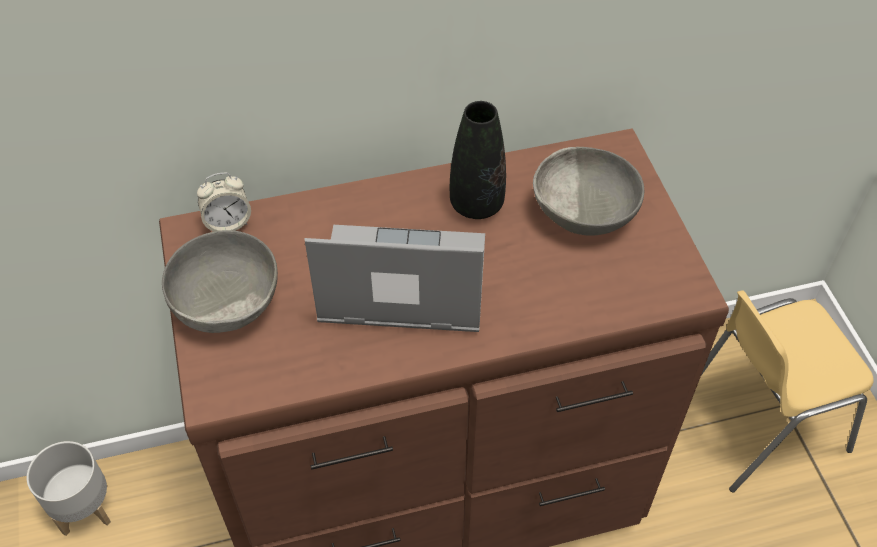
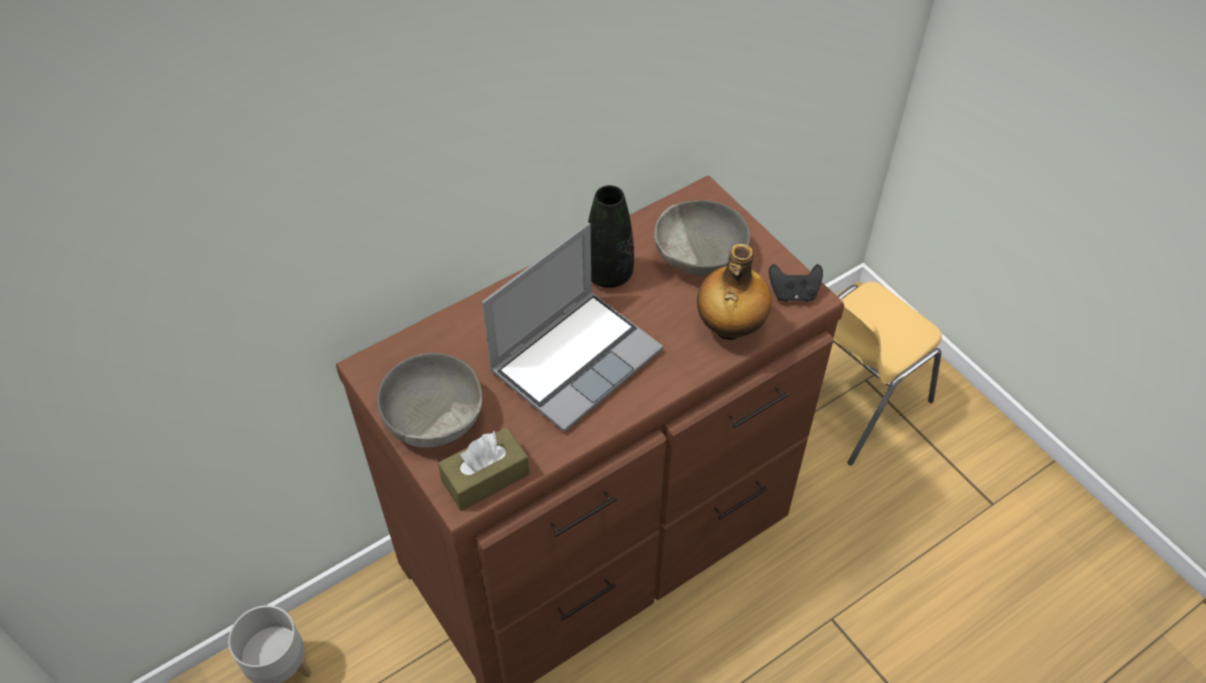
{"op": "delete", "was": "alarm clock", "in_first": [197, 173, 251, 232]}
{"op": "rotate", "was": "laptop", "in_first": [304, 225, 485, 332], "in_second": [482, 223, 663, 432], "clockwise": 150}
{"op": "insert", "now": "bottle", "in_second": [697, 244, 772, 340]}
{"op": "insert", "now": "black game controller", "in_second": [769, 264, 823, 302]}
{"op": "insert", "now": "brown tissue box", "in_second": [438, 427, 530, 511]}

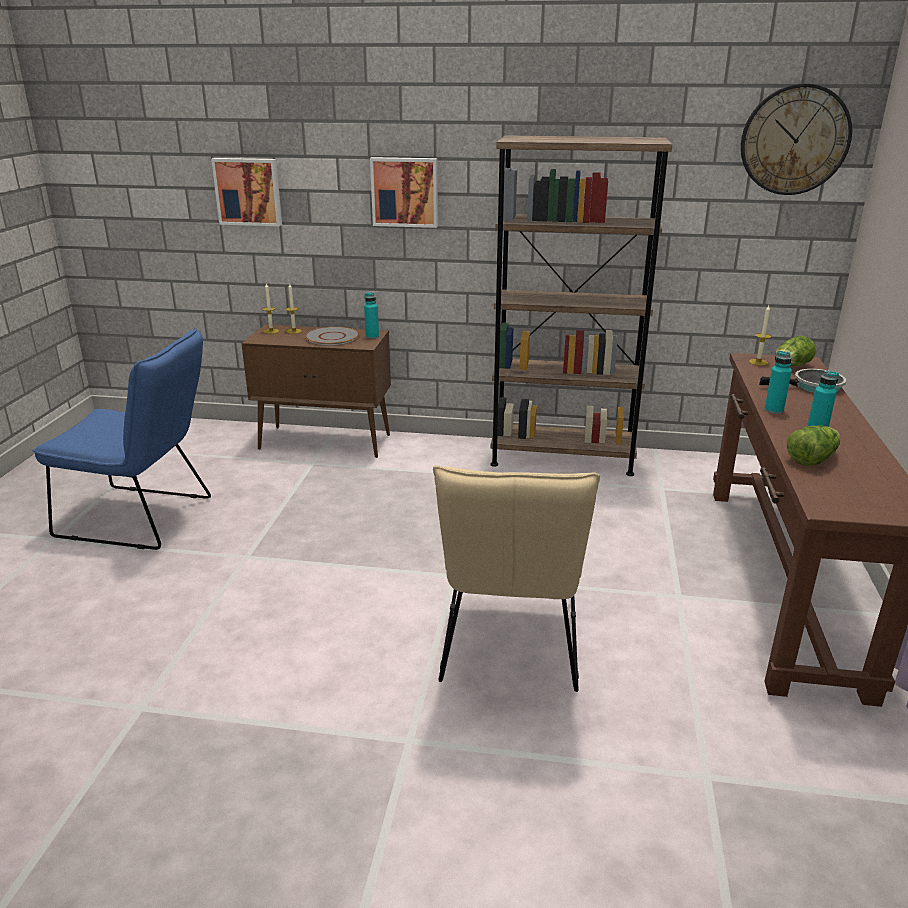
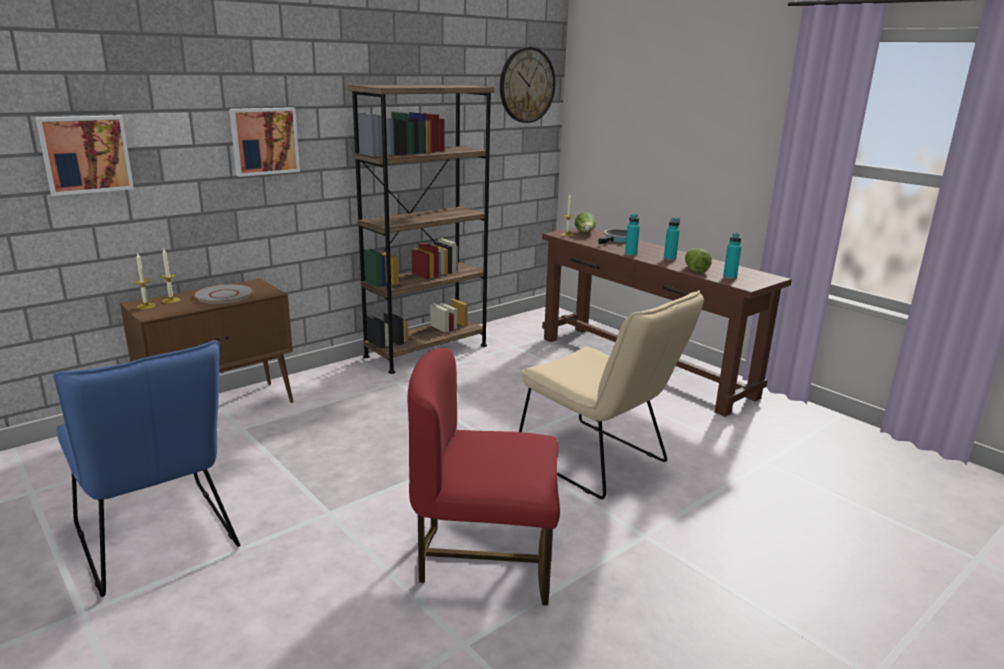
{"op": "move", "was": "turquoise bottle", "in_first": [364, 292, 379, 339], "in_second": [723, 233, 741, 279]}
{"op": "rotate", "was": "blue chair", "in_first": [32, 328, 211, 550], "in_second": [53, 340, 240, 597], "clockwise": 90}
{"op": "insert", "now": "red chair", "in_second": [408, 348, 560, 605]}

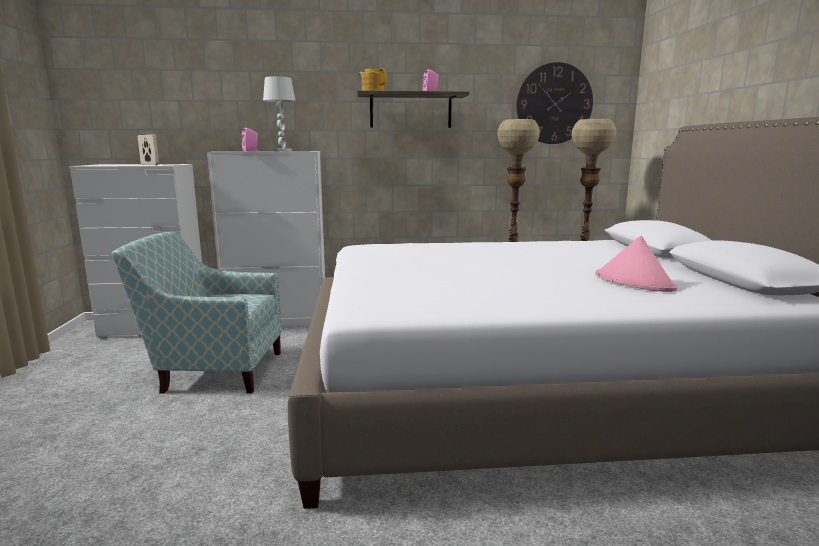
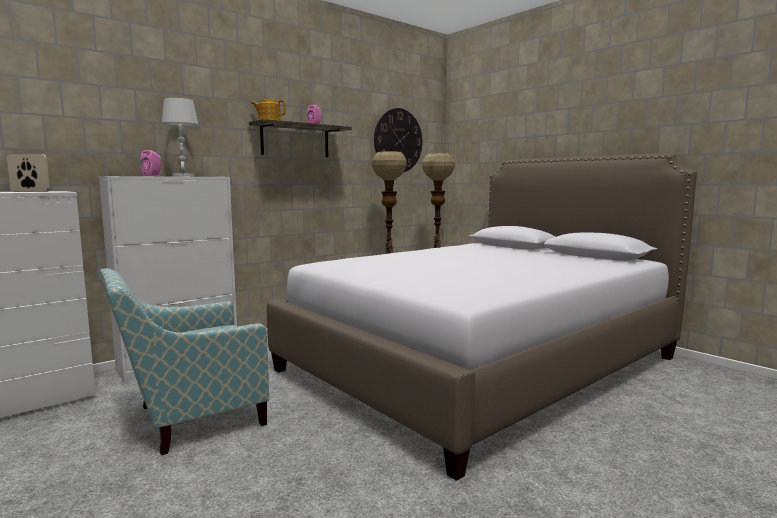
{"op": "delete", "was": "pink hat", "in_first": [595, 236, 678, 292]}

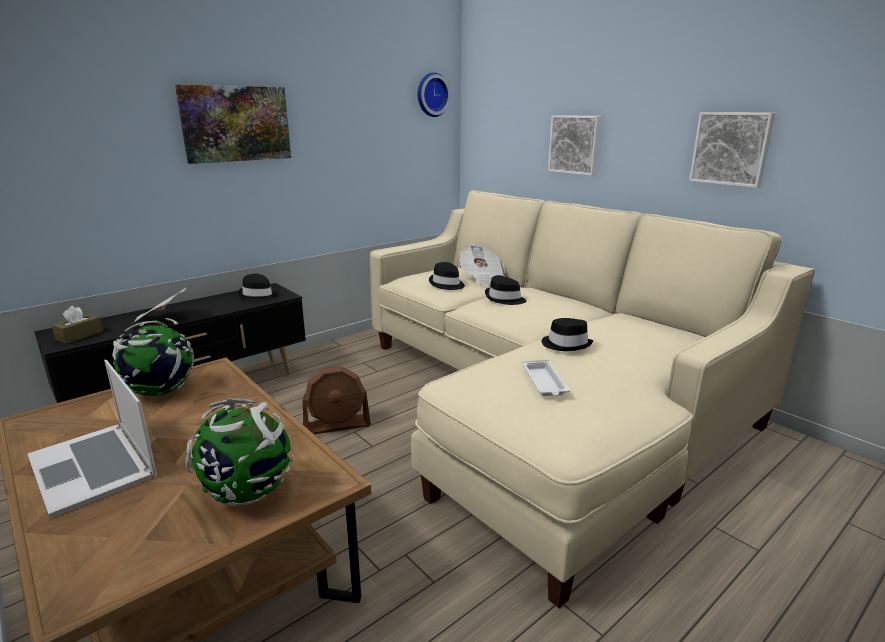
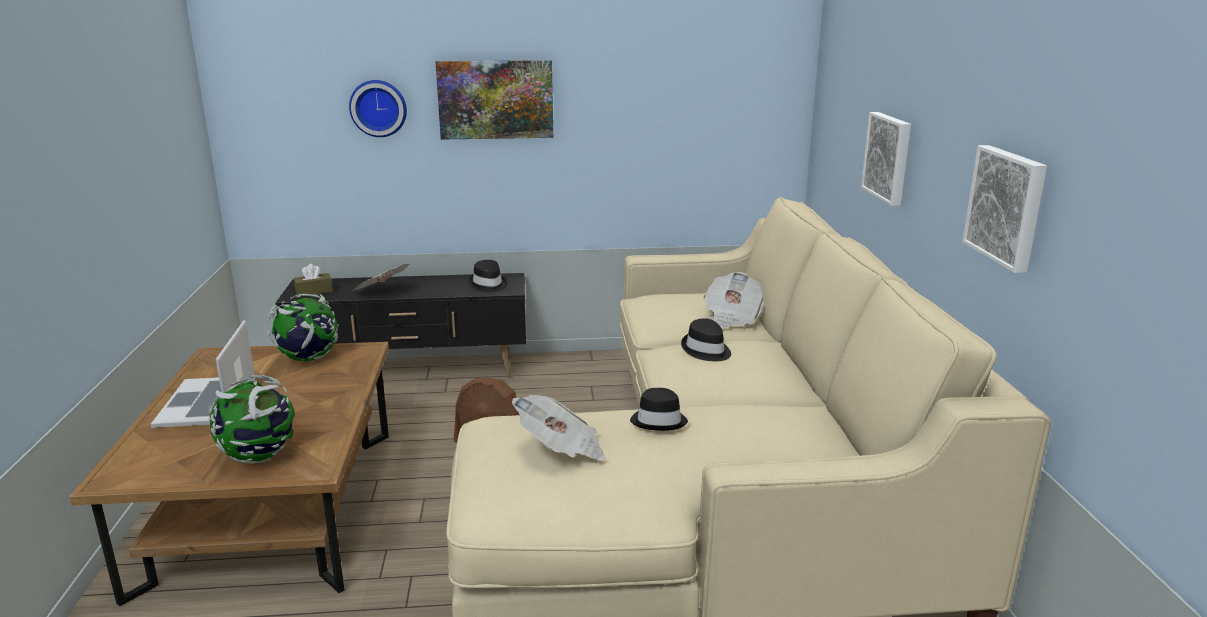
{"op": "move", "was": "wall clock", "in_first": [418, 72, 451, 117], "in_second": [349, 80, 407, 137]}
{"op": "delete", "was": "black hat", "in_first": [429, 262, 465, 290]}
{"op": "replace", "was": "white tray", "now": "newspaper", "in_first": [522, 359, 570, 396], "in_second": [512, 395, 606, 461]}

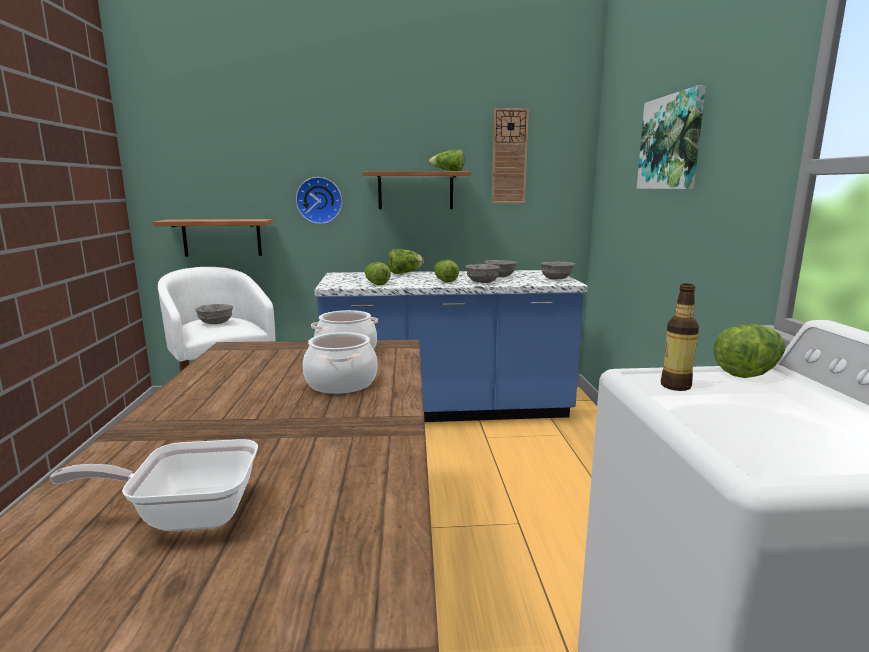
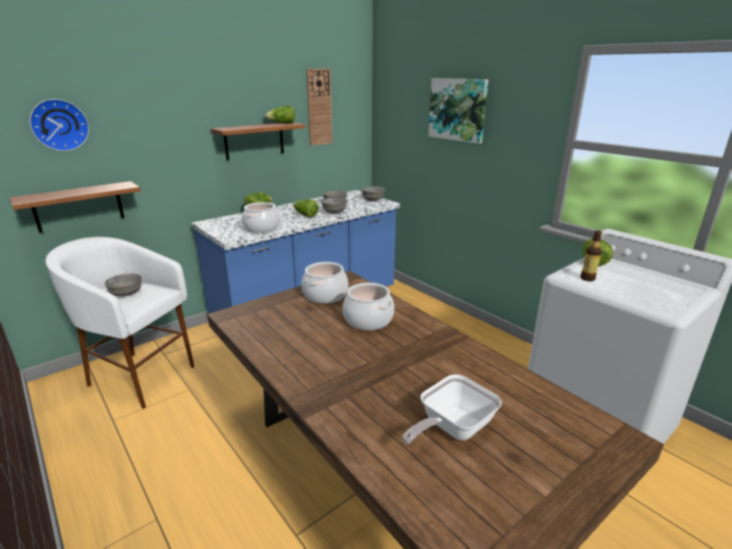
{"op": "move", "was": "wall clock", "in_first": [296, 177, 342, 224], "in_second": [29, 99, 89, 151]}
{"op": "replace", "was": "lettuce", "now": "cooking pot", "in_first": [365, 262, 391, 286], "in_second": [242, 202, 280, 233]}

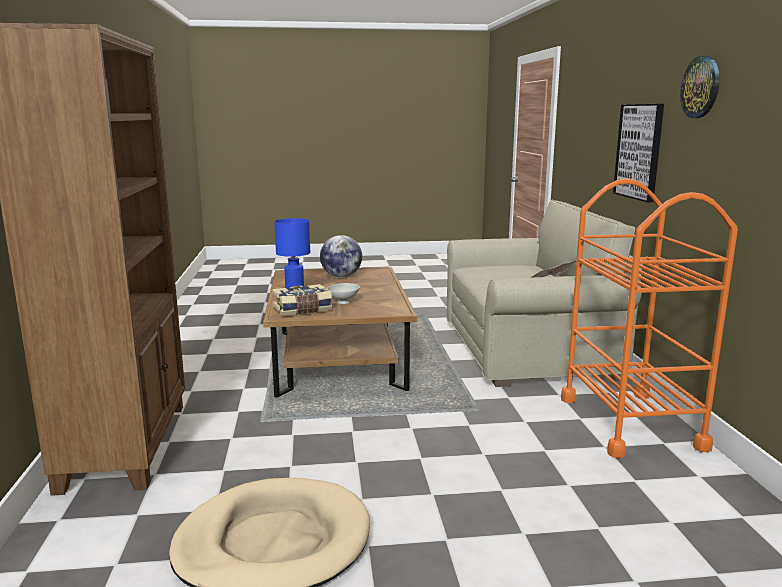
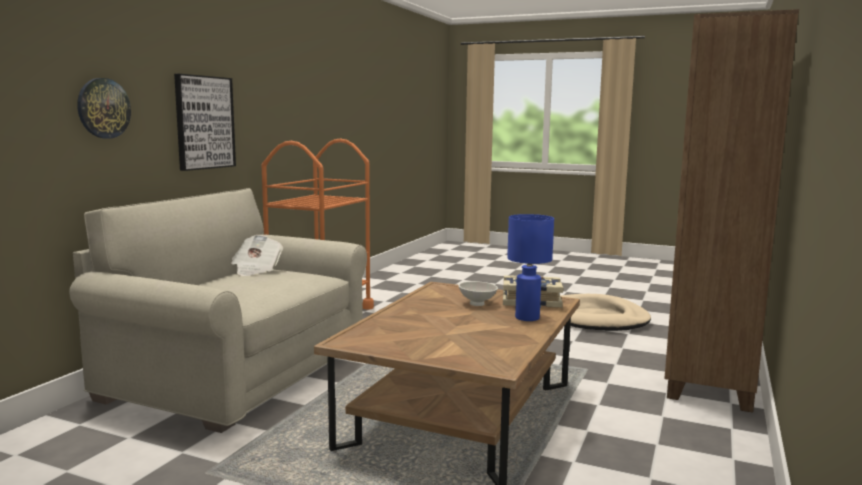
{"op": "move", "was": "wall clock", "in_first": [680, 56, 720, 118], "in_second": [77, 78, 131, 139]}
{"op": "delete", "was": "globe", "in_first": [320, 235, 362, 278]}

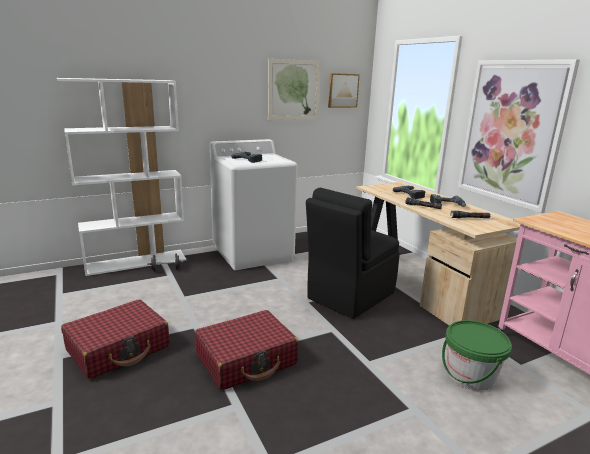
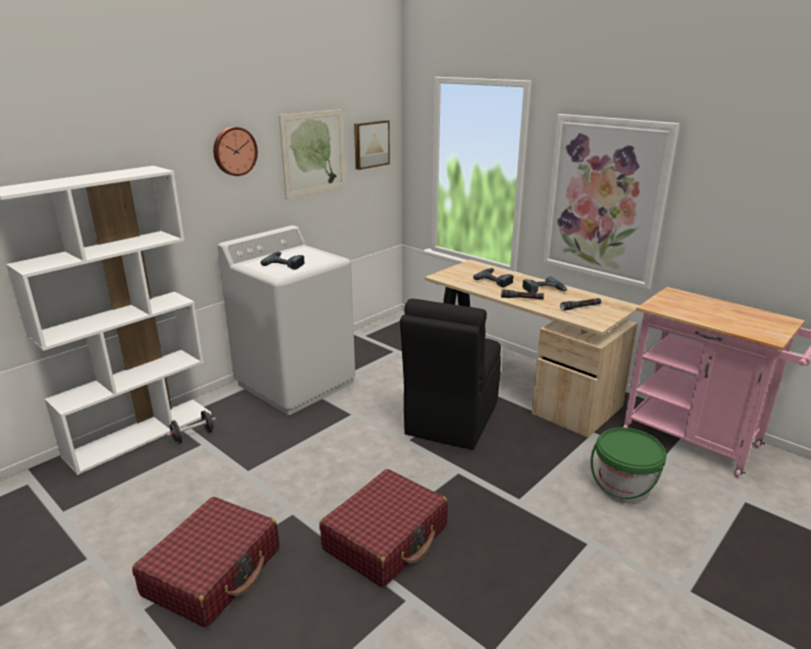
{"op": "insert", "now": "wall clock", "in_second": [213, 127, 258, 176]}

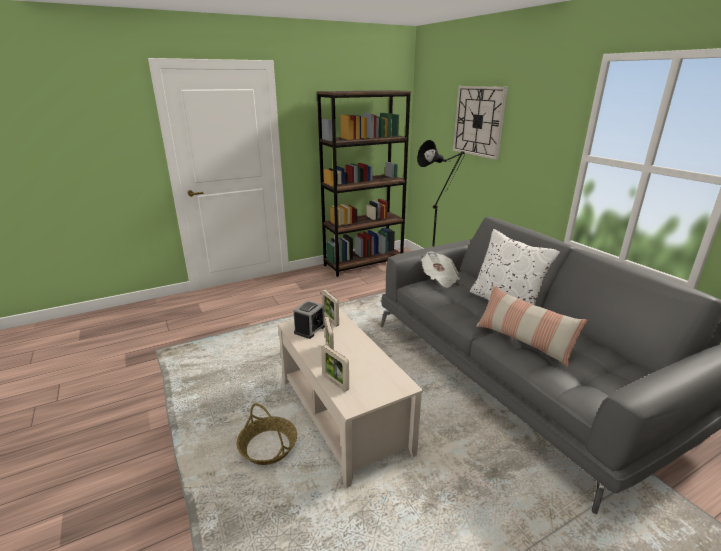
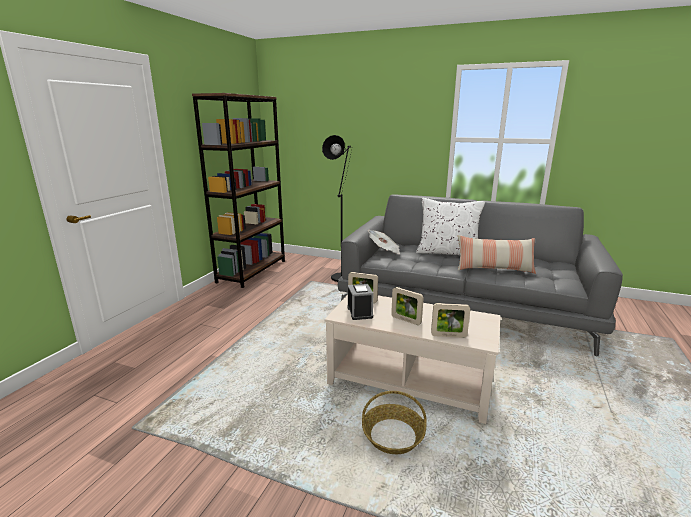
{"op": "delete", "was": "wall clock", "in_first": [453, 86, 508, 160]}

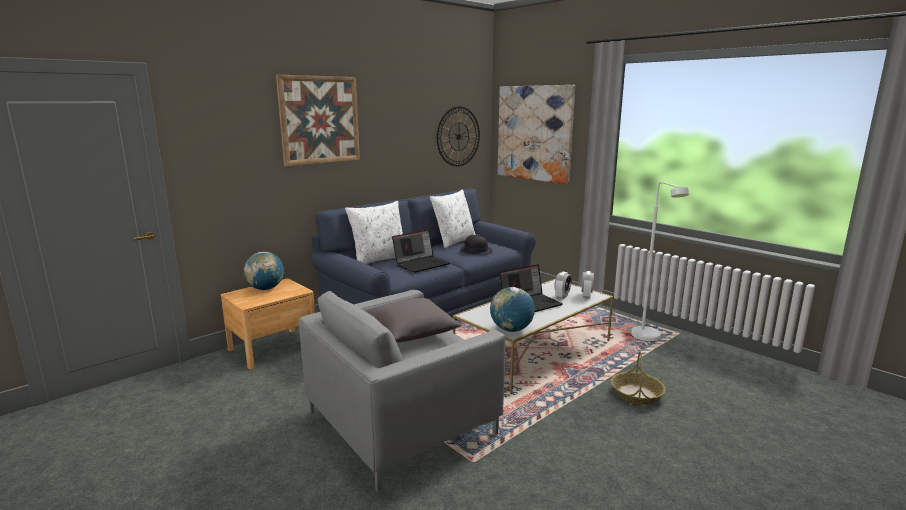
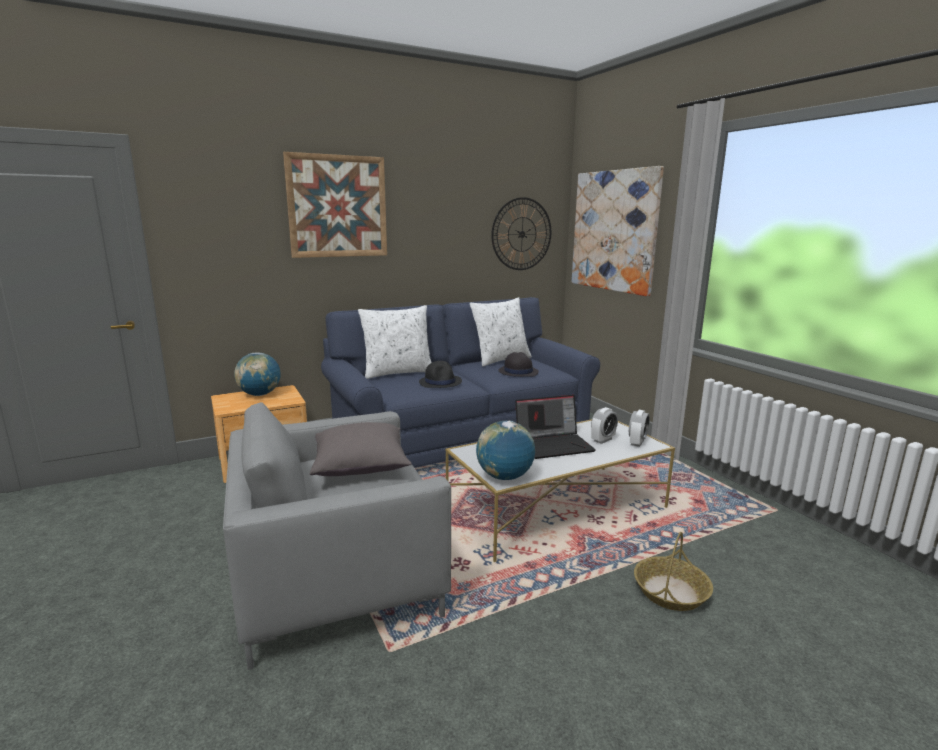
{"op": "delete", "was": "white floor lamp", "in_first": [631, 182, 689, 341]}
{"op": "replace", "was": "laptop", "now": "black hat", "in_first": [392, 229, 450, 273], "in_second": [419, 361, 462, 388]}

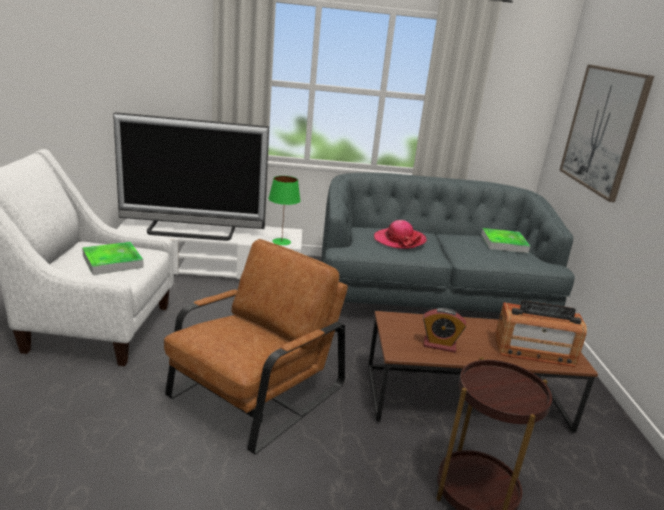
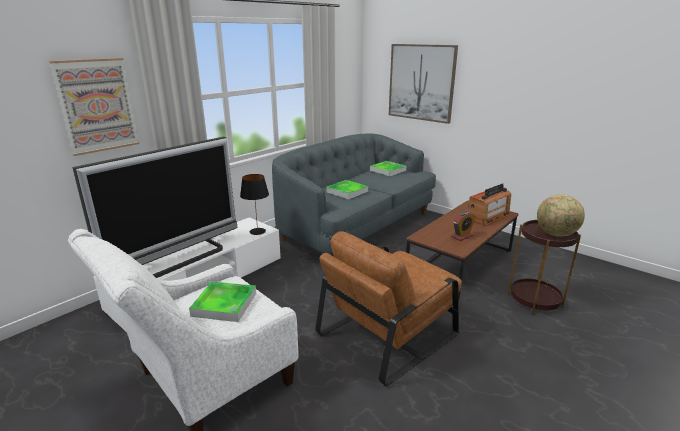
{"op": "recolor", "was": "green table lamp", "now": "black table lamp", "in_first": [268, 176, 301, 245], "in_second": [240, 174, 269, 235]}
{"op": "replace", "was": "hat", "now": "tray", "in_first": [374, 220, 427, 249], "in_second": [326, 180, 368, 199]}
{"op": "rotate", "was": "brown armchair", "in_first": [164, 239, 348, 454], "in_second": [315, 231, 462, 386], "clockwise": -120}
{"op": "insert", "now": "picture", "in_second": [49, 58, 139, 156]}
{"op": "insert", "now": "globe", "in_second": [537, 194, 585, 237]}

